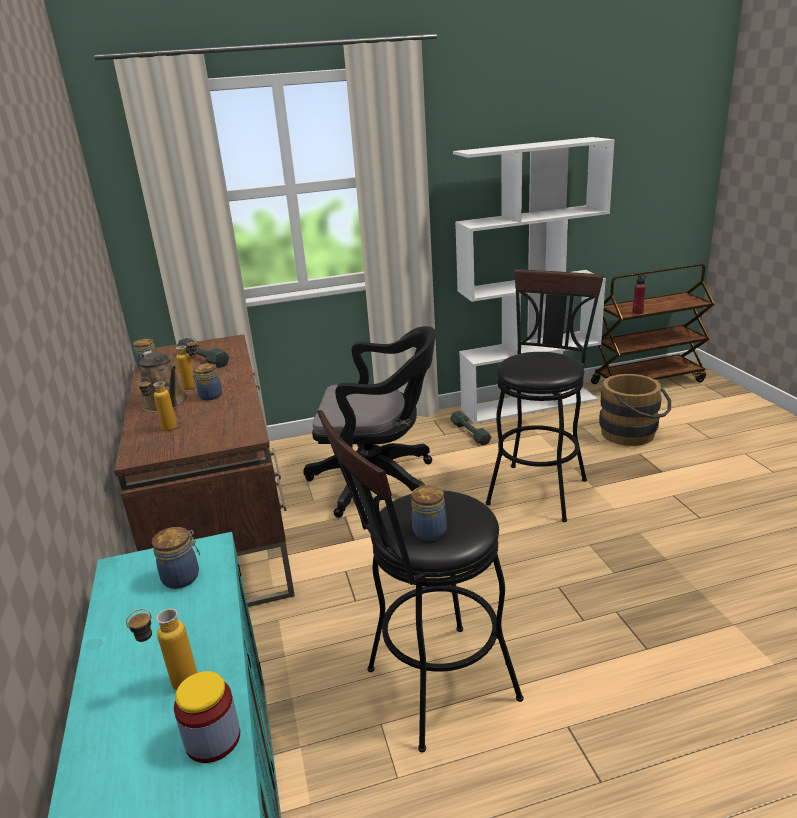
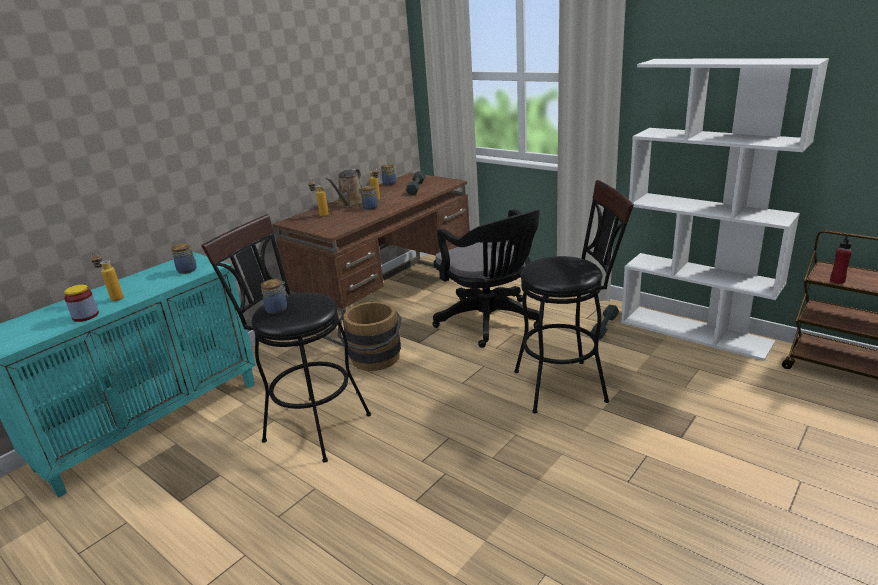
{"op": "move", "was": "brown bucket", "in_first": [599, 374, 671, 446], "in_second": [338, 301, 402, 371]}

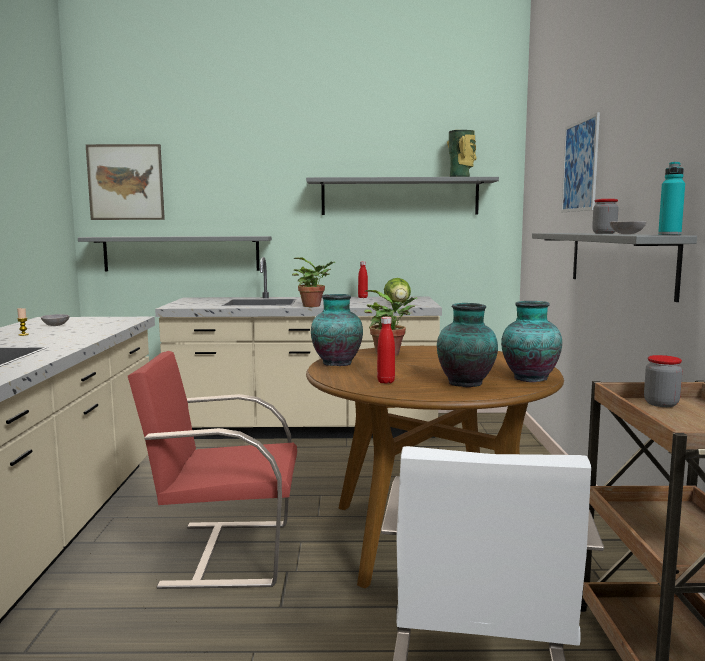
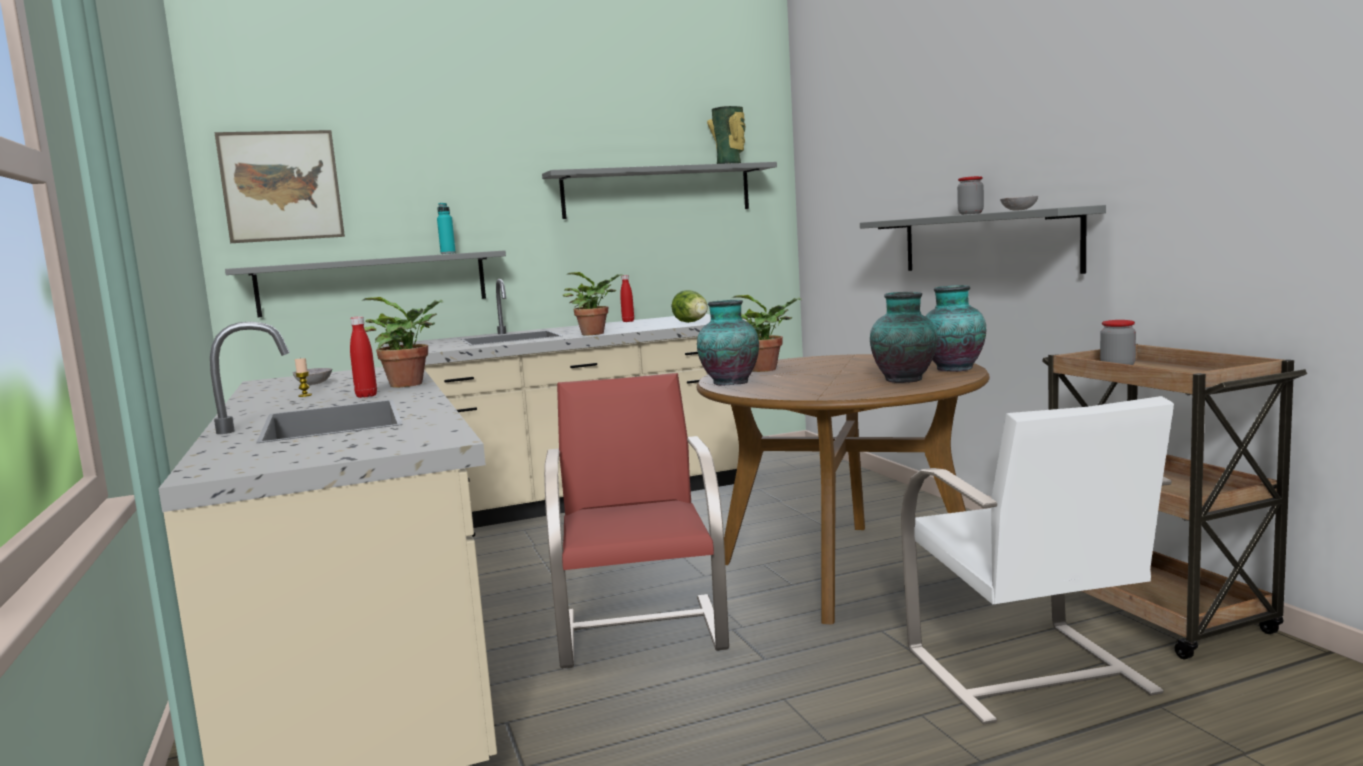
{"op": "delete", "was": "picture", "in_first": [561, 112, 600, 212]}
{"op": "move", "was": "turquoise bottle", "in_first": [658, 162, 685, 235], "in_second": [437, 203, 456, 254]}
{"op": "move", "was": "red bottle", "in_first": [377, 317, 395, 384], "in_second": [350, 316, 377, 398]}
{"op": "rotate", "was": "red chair", "in_first": [128, 351, 297, 589], "in_second": [544, 373, 729, 669], "clockwise": 105}
{"op": "insert", "now": "potted plant", "in_second": [363, 297, 444, 388]}

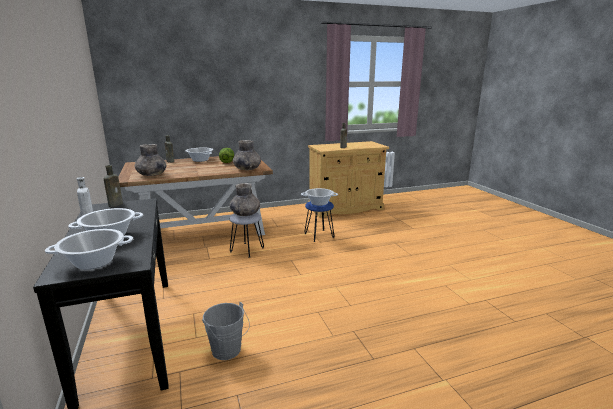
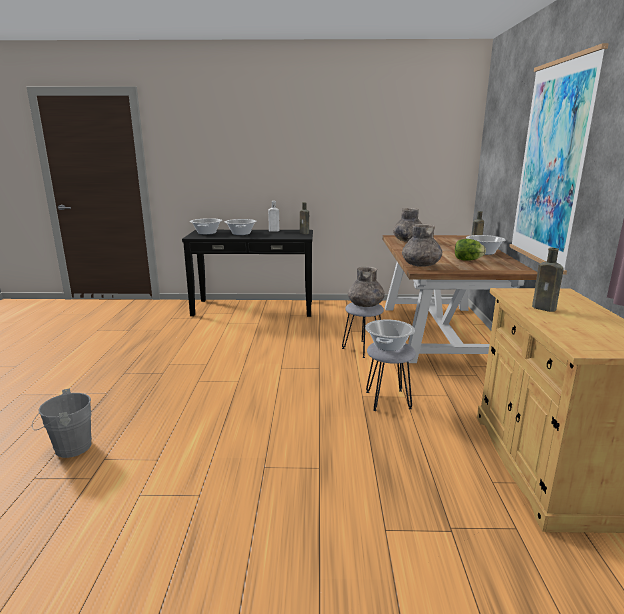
{"op": "recolor", "was": "blue stool", "now": "grey stool", "in_first": [304, 201, 334, 242], "in_second": [366, 343, 416, 411]}
{"op": "move", "was": "grey bucket", "in_first": [202, 302, 250, 360], "in_second": [32, 389, 92, 458]}
{"op": "insert", "now": "picture", "in_second": [509, 43, 609, 275]}

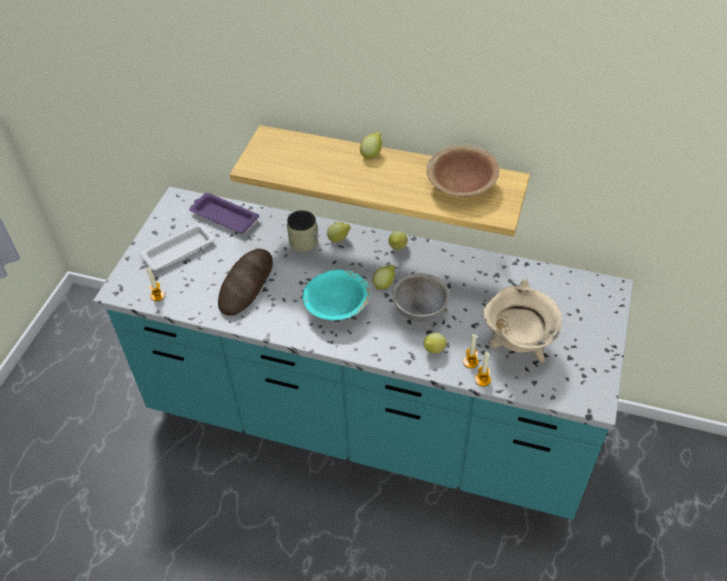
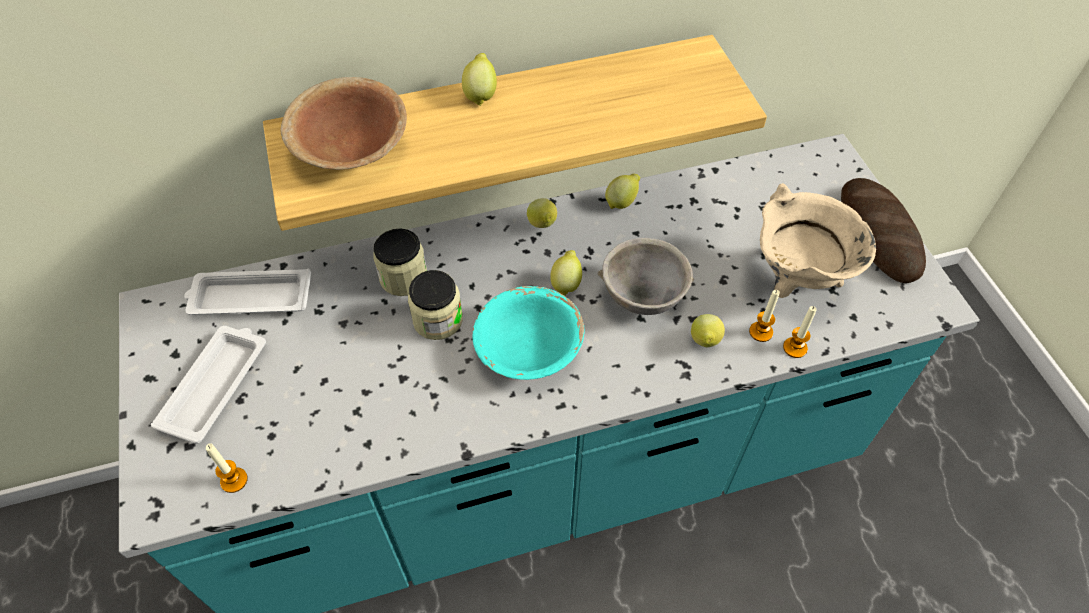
{"op": "move", "was": "brown bowl", "in_first": [427, 145, 499, 197], "in_second": [281, 77, 407, 170]}
{"op": "recolor", "was": "purple tray", "now": "white tray", "in_first": [189, 193, 259, 233], "in_second": [184, 269, 311, 315]}
{"op": "move", "was": "lemon", "in_first": [327, 222, 351, 242], "in_second": [605, 174, 640, 209]}
{"op": "move", "was": "bread", "in_first": [218, 249, 273, 316], "in_second": [841, 178, 926, 283]}
{"op": "insert", "now": "jar", "in_second": [408, 270, 463, 340]}

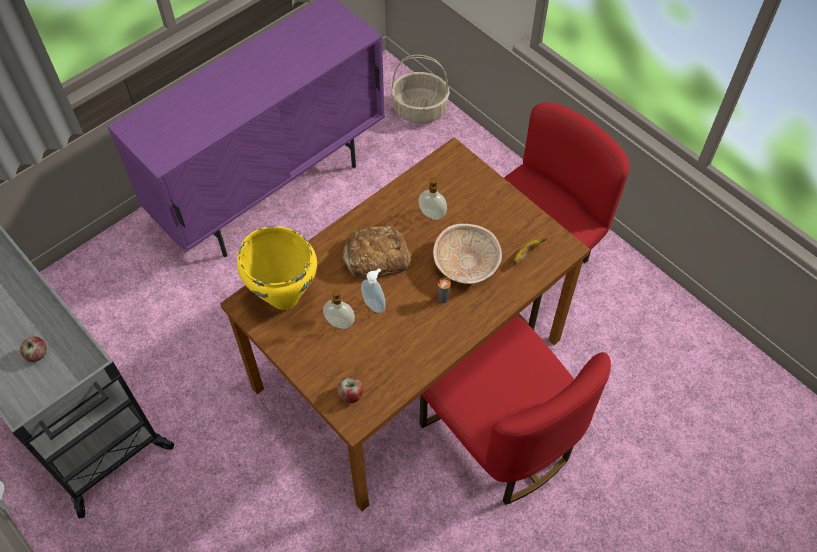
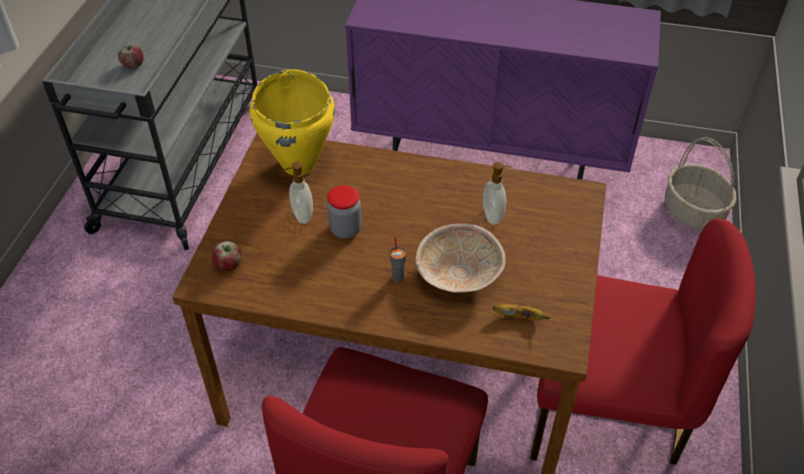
{"op": "delete", "was": "bread", "in_first": [342, 226, 411, 279]}
{"op": "replace", "was": "soap dispenser", "now": "jar", "in_first": [361, 268, 386, 313], "in_second": [327, 185, 362, 238]}

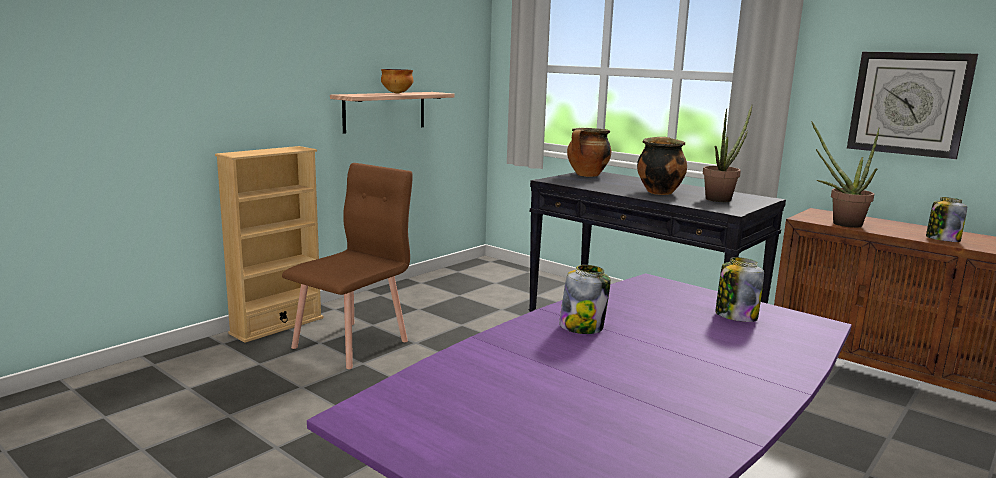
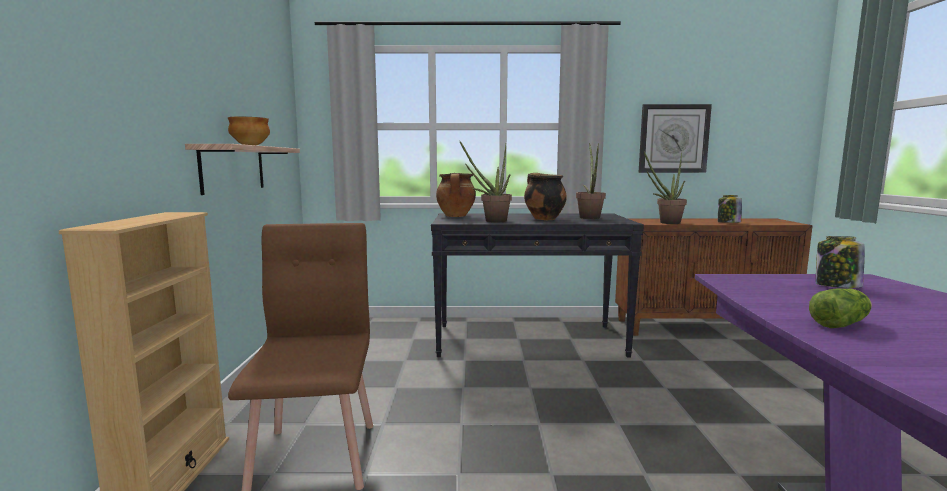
{"op": "replace", "was": "jar", "now": "lettuce", "in_first": [559, 265, 611, 334], "in_second": [809, 288, 872, 328]}
{"op": "insert", "now": "potted plant", "in_second": [459, 140, 512, 223]}

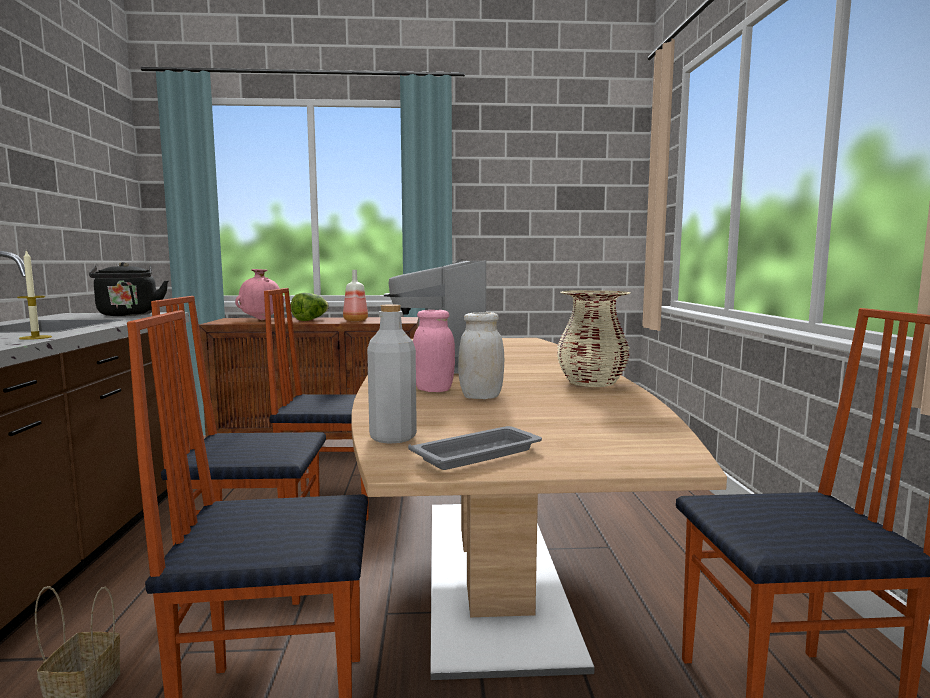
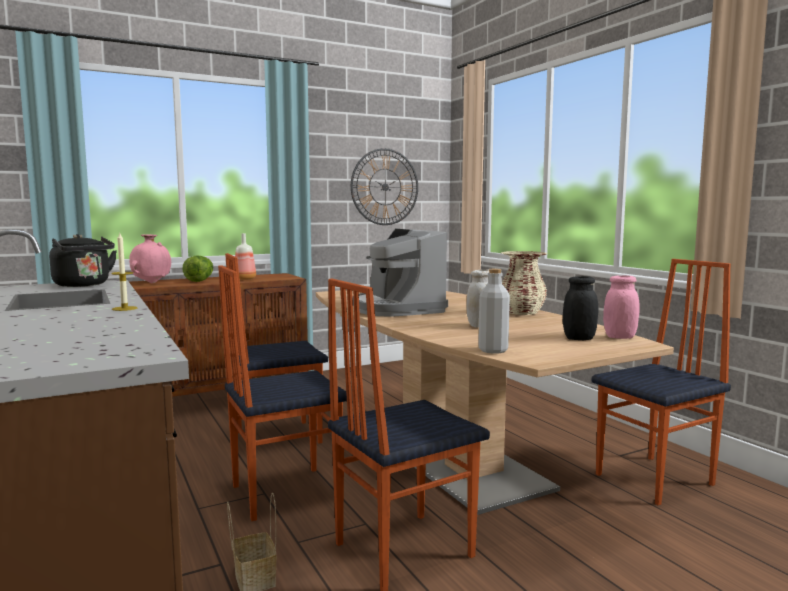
{"op": "move", "was": "pink jar", "in_first": [413, 310, 455, 392], "in_second": [603, 275, 640, 339]}
{"op": "delete", "was": "grey tray", "in_first": [408, 426, 542, 470]}
{"op": "insert", "now": "wall clock", "in_second": [351, 148, 418, 225]}
{"op": "insert", "now": "black jar", "in_second": [563, 276, 598, 340]}

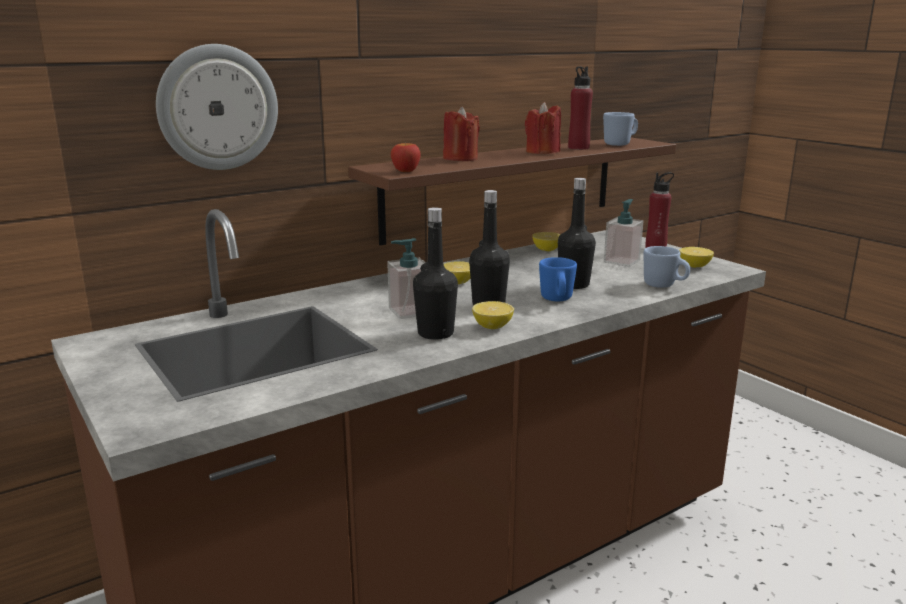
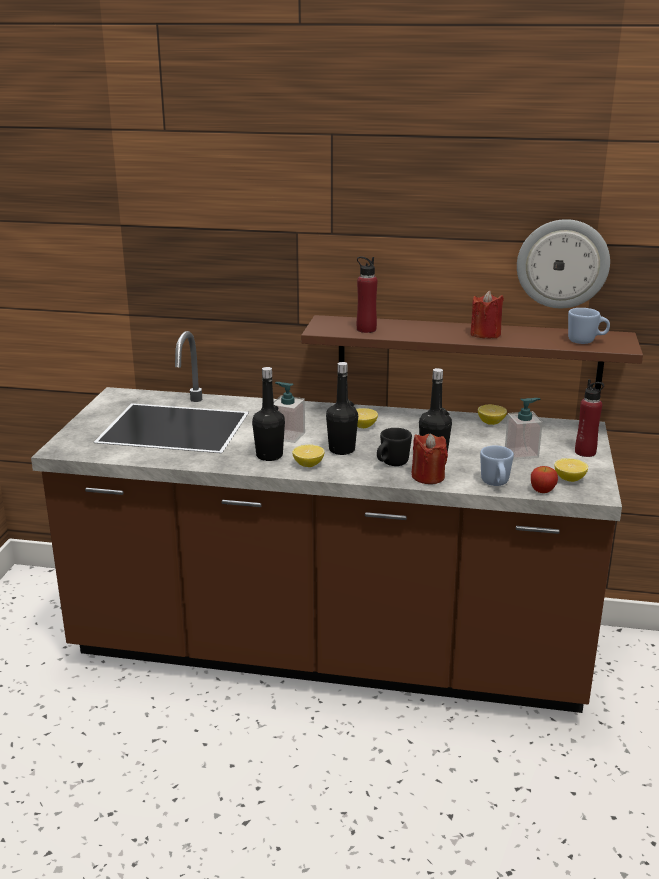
{"op": "move", "was": "wall clock", "in_first": [156, 44, 278, 170], "in_second": [517, 219, 610, 308]}
{"op": "move", "was": "red bottle", "in_first": [568, 66, 593, 150], "in_second": [357, 257, 378, 333]}
{"op": "move", "was": "red candle", "in_first": [443, 107, 480, 161], "in_second": [412, 433, 448, 484]}
{"op": "move", "was": "apple", "in_first": [391, 142, 420, 172], "in_second": [531, 466, 558, 493]}
{"op": "recolor", "was": "blue mug", "now": "black mug", "in_first": [539, 257, 577, 301], "in_second": [377, 428, 412, 466]}

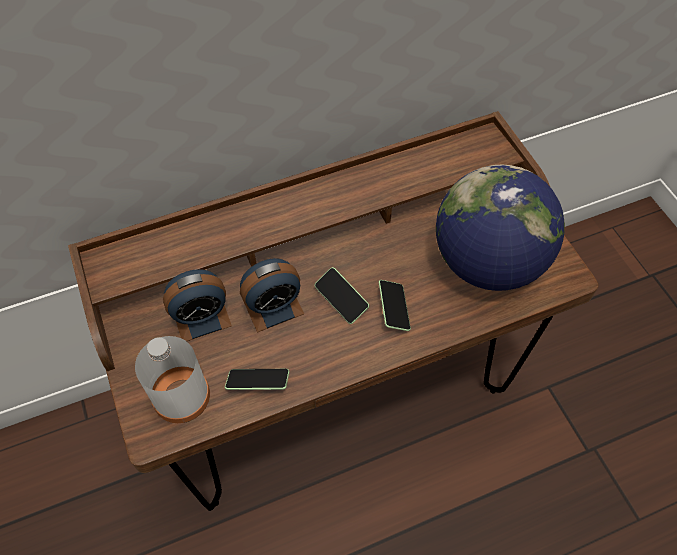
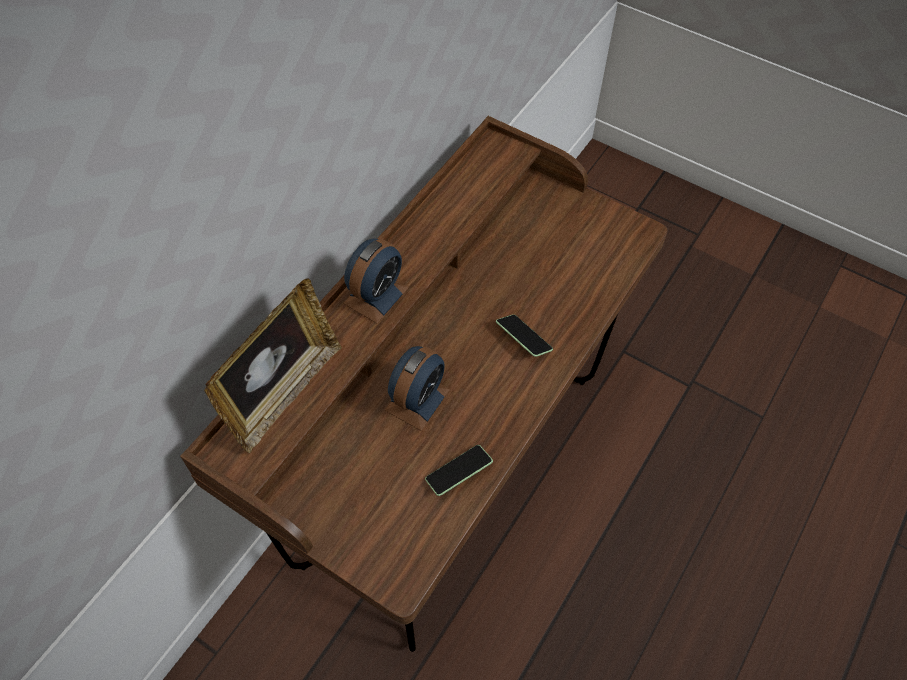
{"op": "delete", "was": "globe", "in_first": [436, 164, 565, 291]}
{"op": "delete", "was": "phone", "in_first": [314, 267, 369, 324]}
{"op": "move", "was": "alarm clock", "in_first": [163, 269, 232, 342], "in_second": [343, 239, 409, 324]}
{"op": "delete", "was": "white bottle", "in_first": [135, 336, 210, 423]}
{"op": "insert", "now": "picture frame", "in_second": [204, 278, 342, 453]}

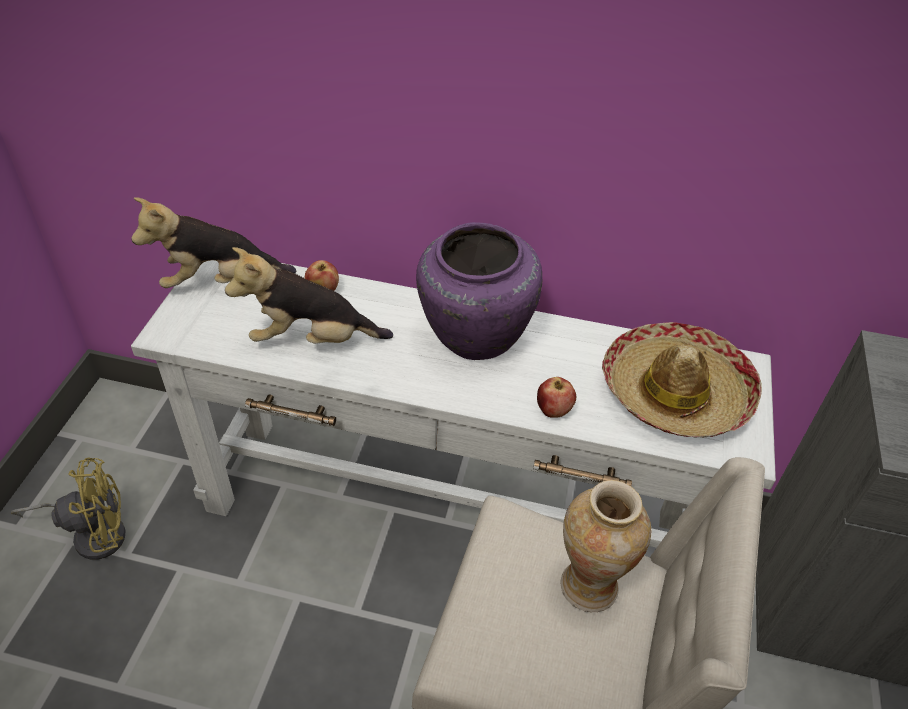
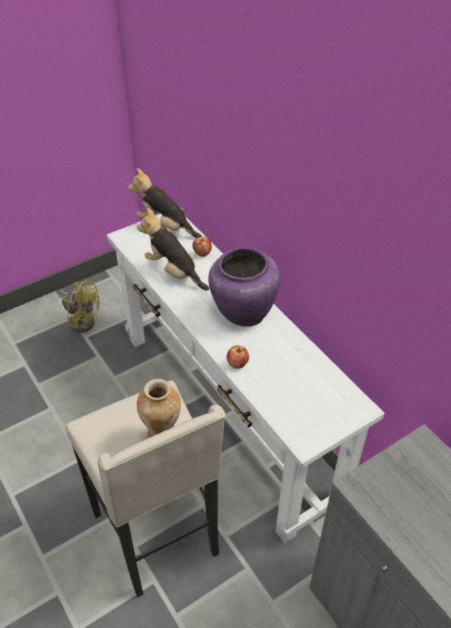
{"op": "delete", "was": "hat", "in_first": [602, 322, 762, 437]}

